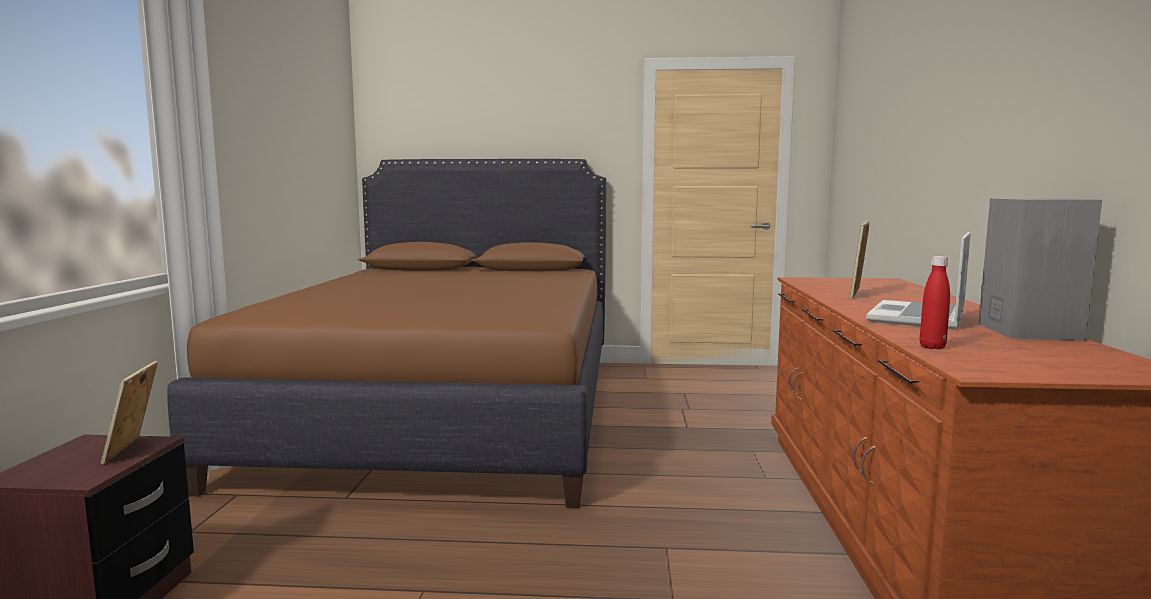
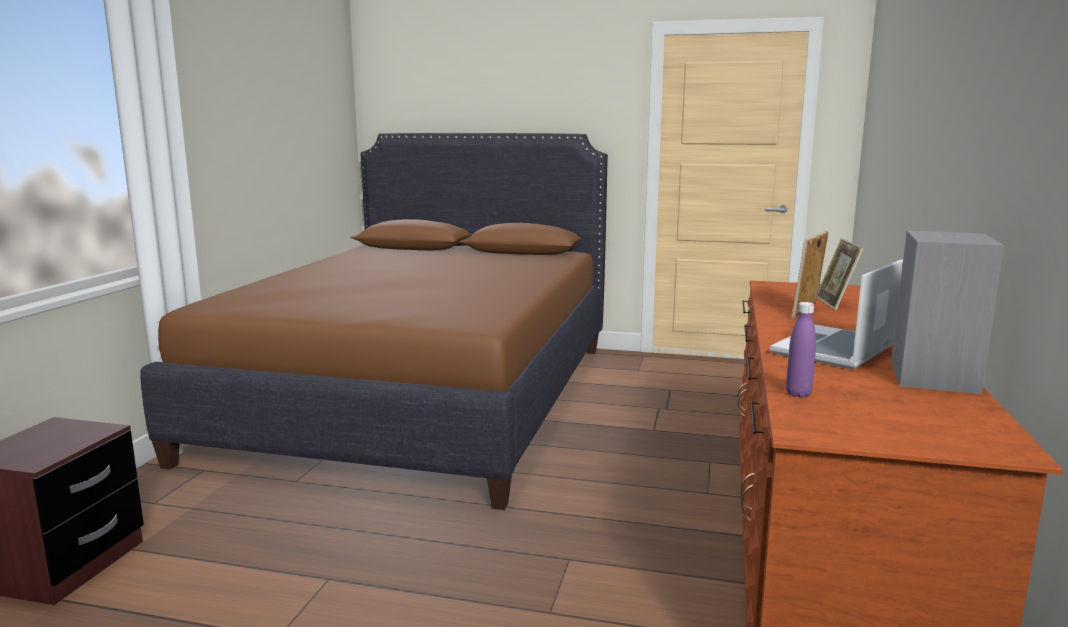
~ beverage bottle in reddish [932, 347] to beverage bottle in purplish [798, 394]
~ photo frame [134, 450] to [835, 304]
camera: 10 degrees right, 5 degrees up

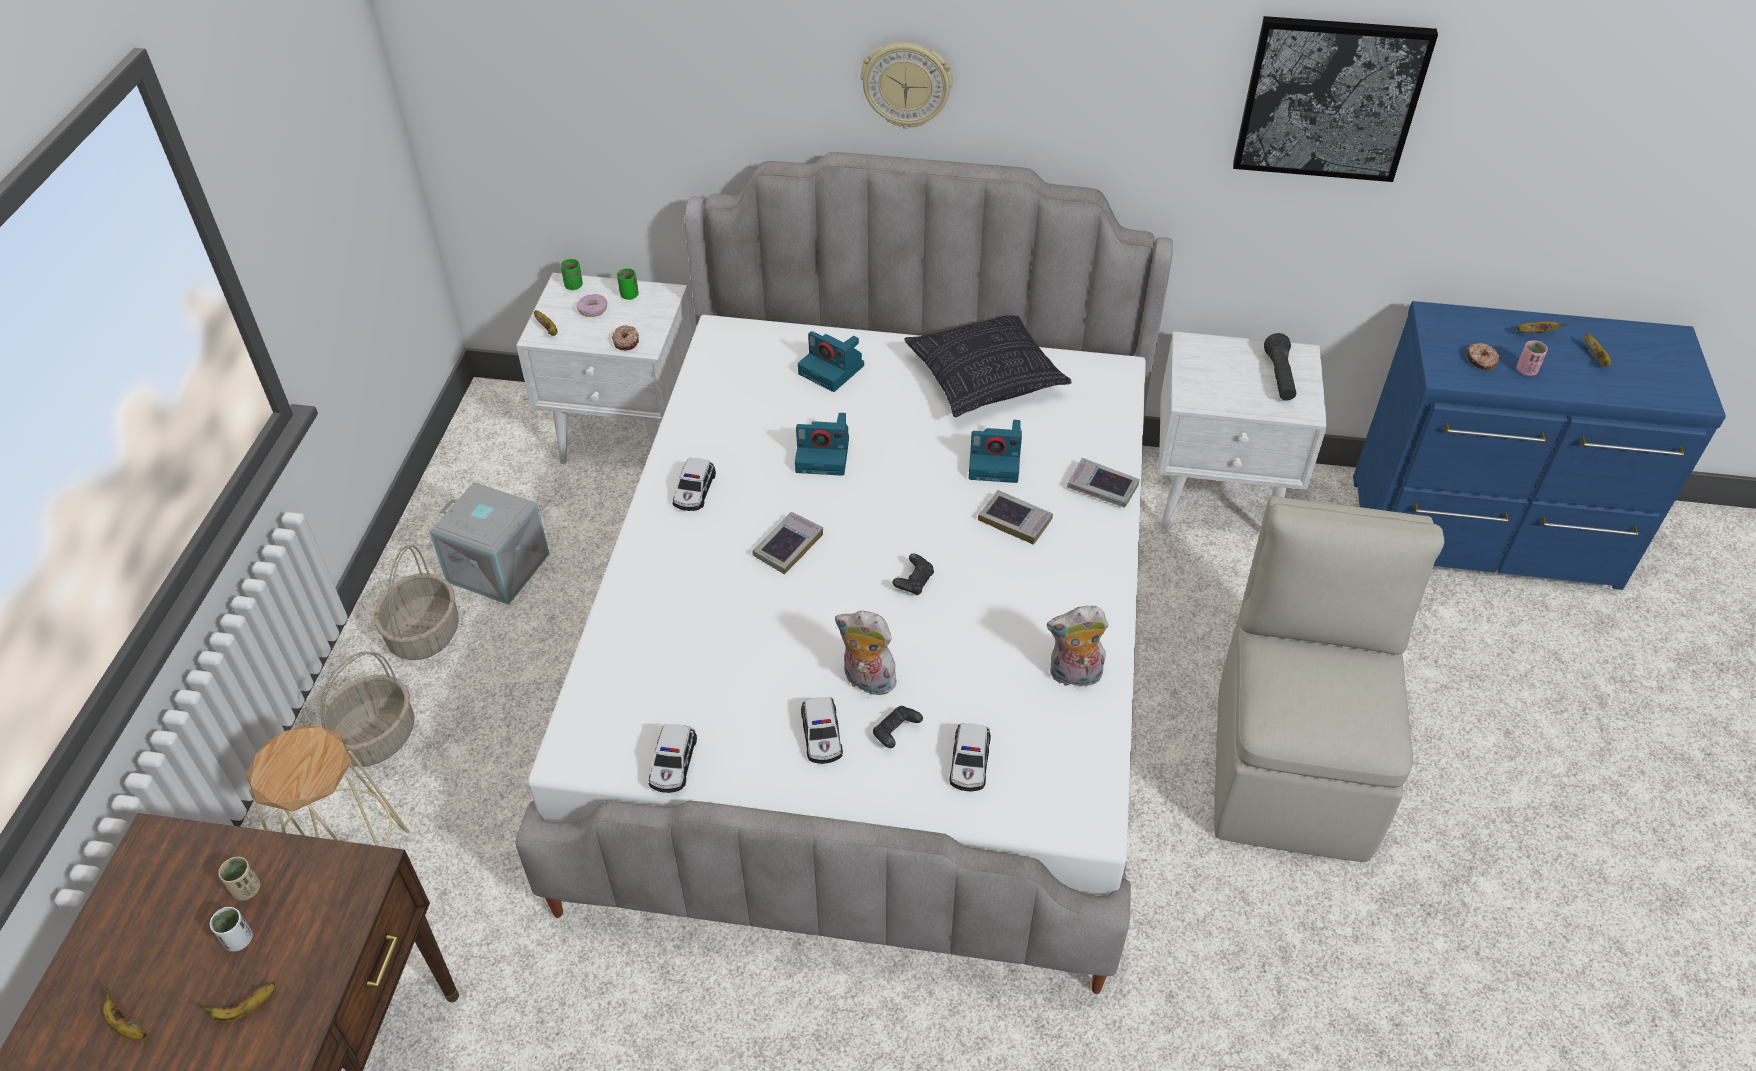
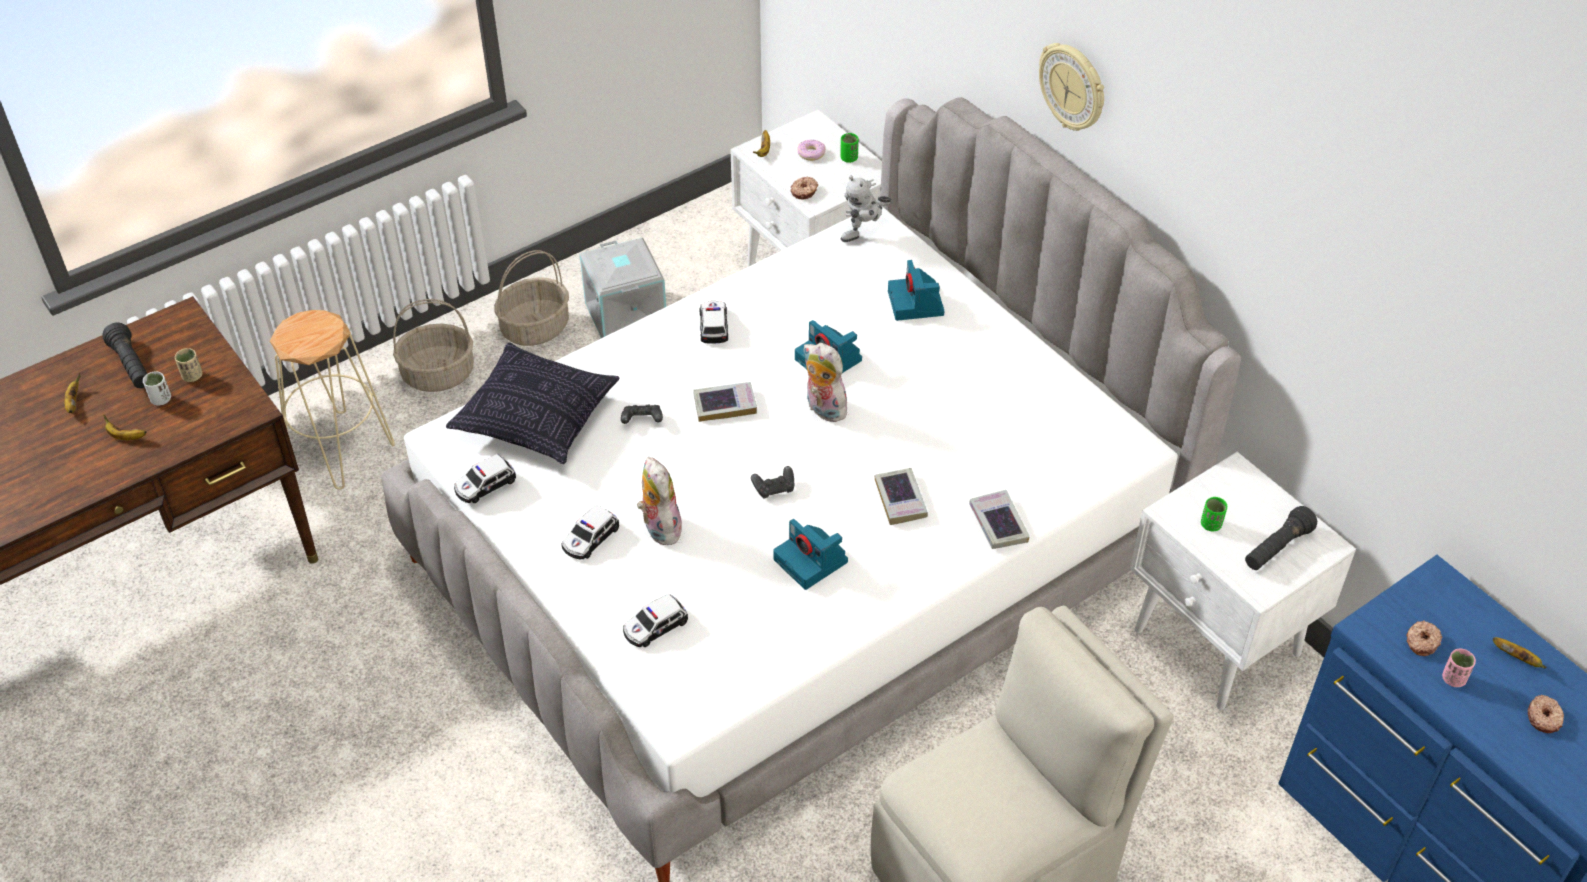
- wall art [1330, 98]
~ drinking cup in green-coloured [574, 286] to [1211, 525]
~ throw pillow [985, 378] to [537, 418]
~ whole banana [1596, 358] to doughnut [1544, 718]
~ still camera [996, 462] to [812, 561]
~ miniature car [694, 491] = [713, 325] 120 degrees clockwise
~ plush toy [1074, 676] to [823, 409]
~ joypad in blackish [895, 733] to [642, 421]
+ toy robot [864, 235]
+ hand torch in blackish [132, 366]
camera: 45 degrees right, 0 degrees up

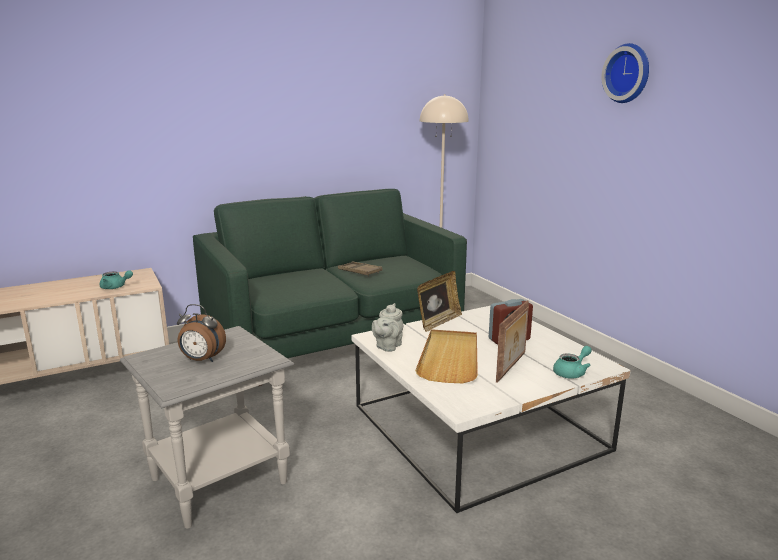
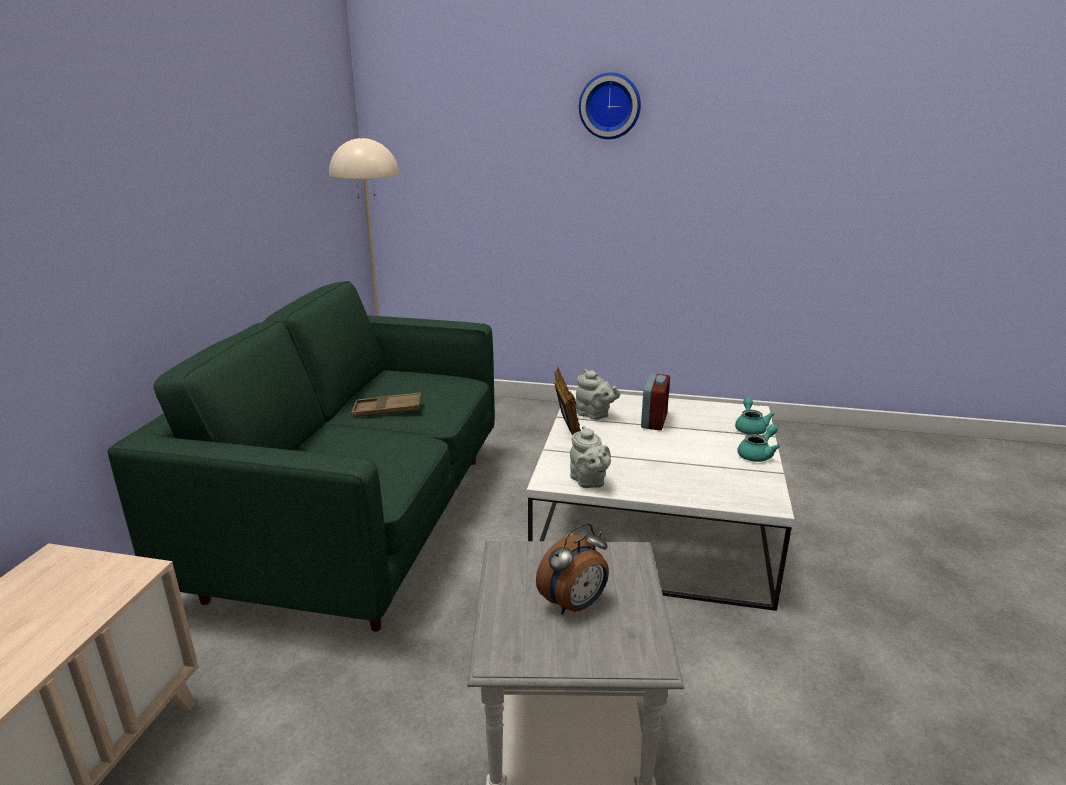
~ teapot in blue-green [115, 287] to [758, 454]
- photo frame [512, 367]
- carrying tray in beige [450, 358]
+ teapot in gray [594, 415]
camera: 50 degrees left, 5 degrees up

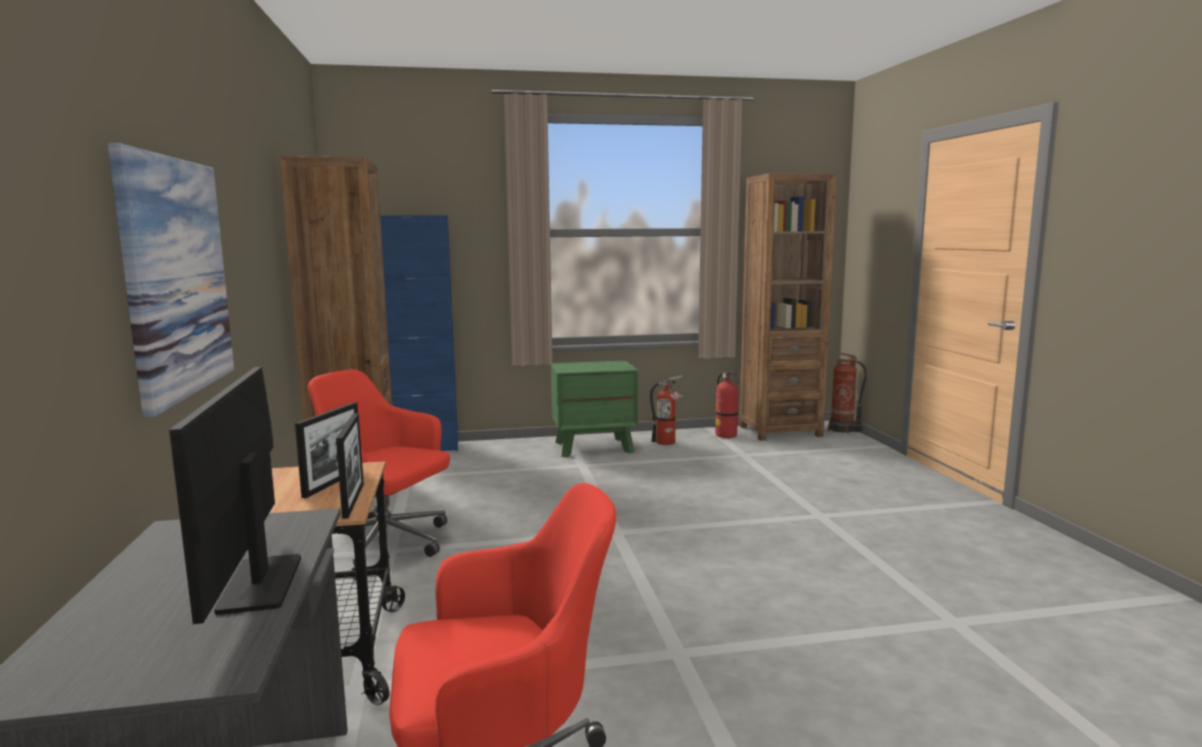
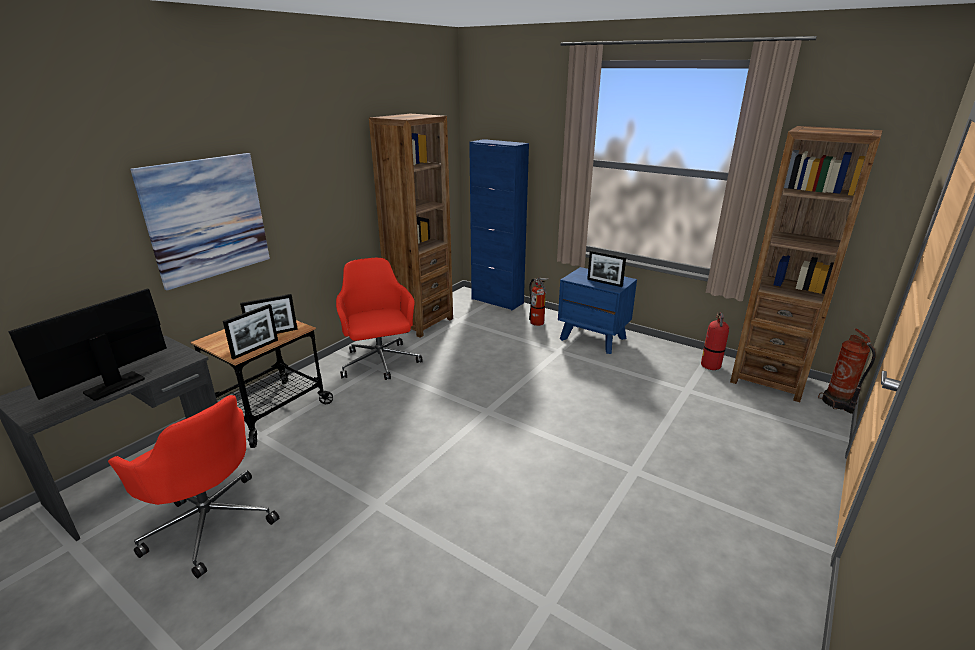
~ bedside table in green-coloured [594, 447] to bedside table in bluish [593, 338]
~ extinguisher [668, 443] to [537, 323]
+ photo frame [604, 283]
camera: 45 degrees right, 15 degrees up

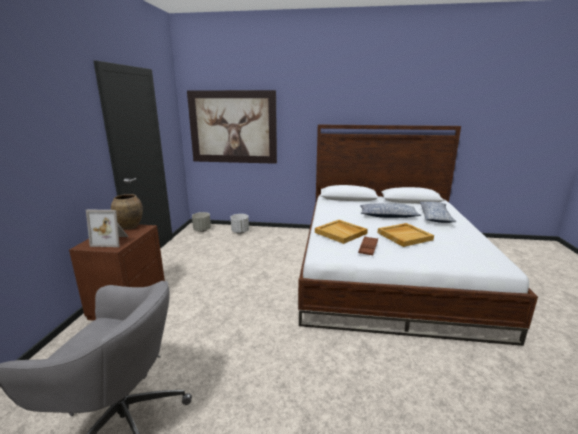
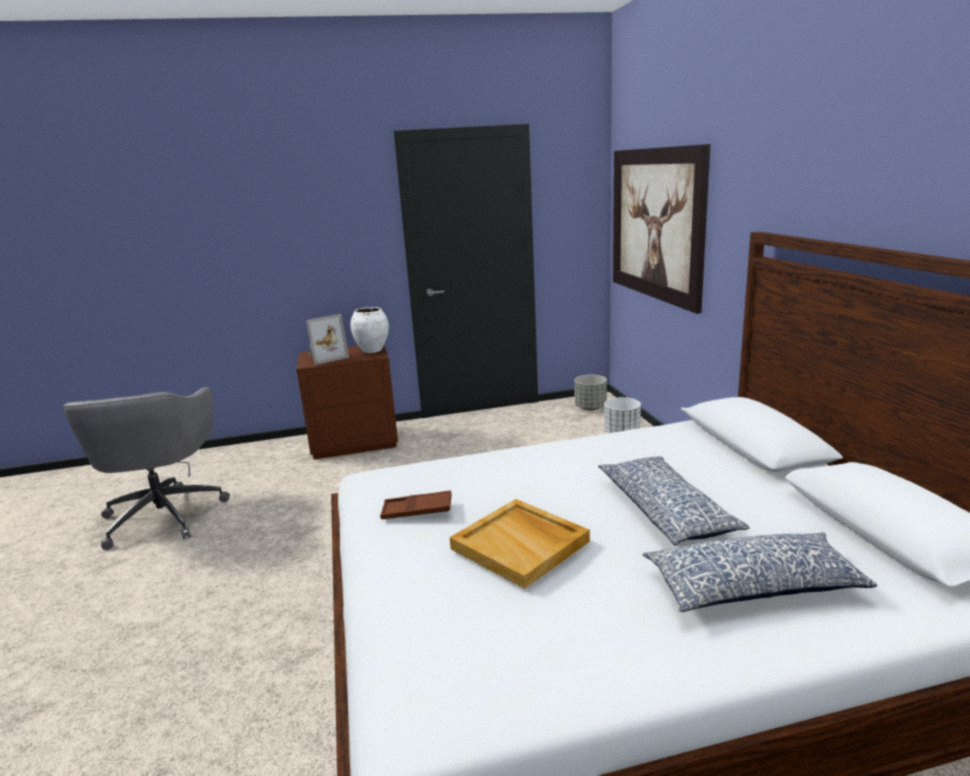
~ vase in brown-coloured [129, 227] to vase in white-coloured [372, 351]
~ photo frame [111, 241] = [326, 357] 105 degrees counterclockwise
- carrying tray in beige [341, 233]
camera: 70 degrees right, 0 degrees up

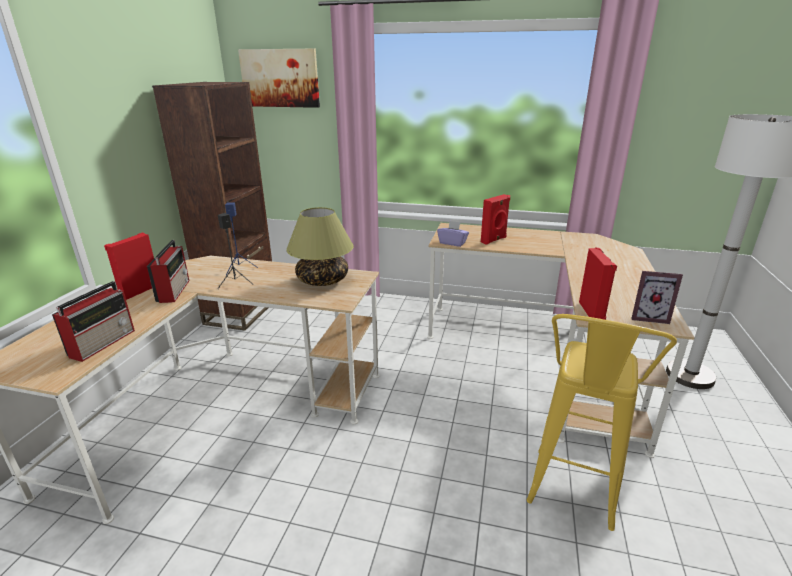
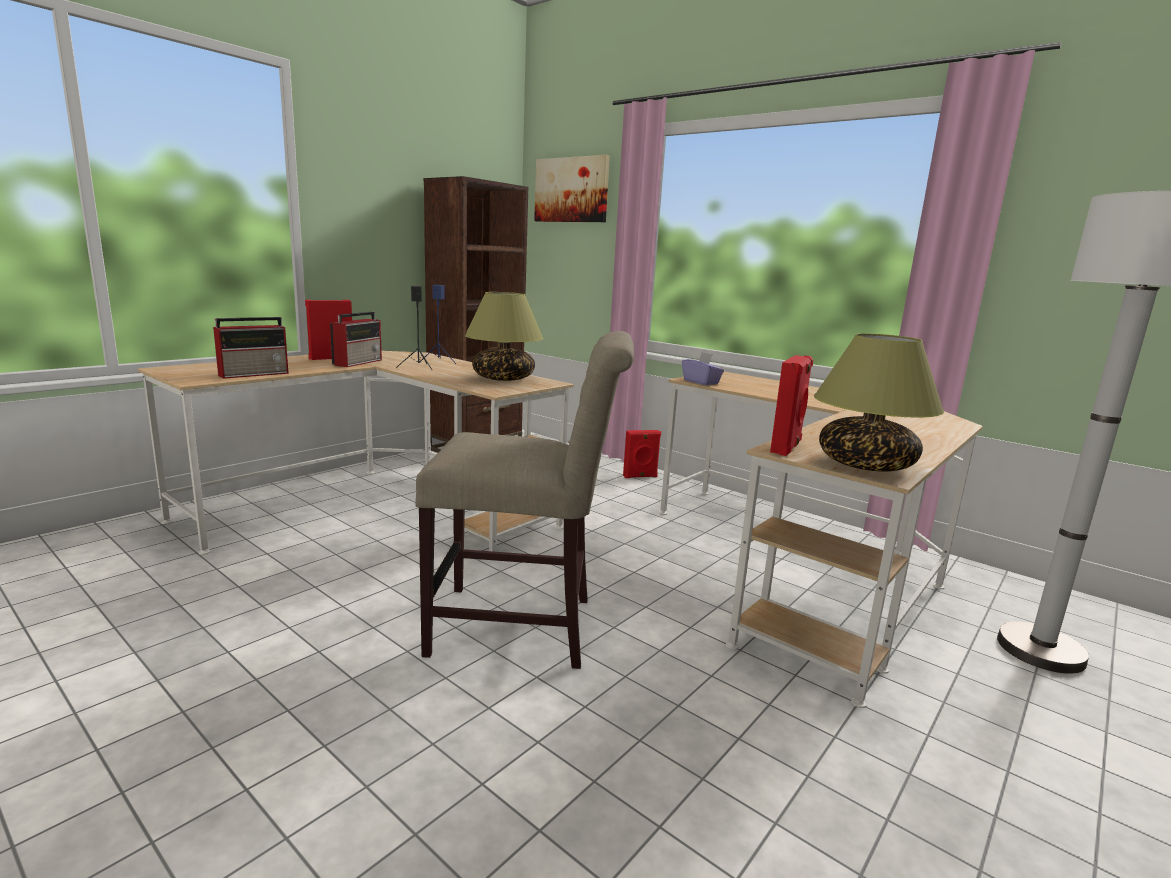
~ speaker in reddish [494, 240] to [640, 476]
~ photo frame [648, 317] to tabletop lamp [866, 464]
- stool seat in yellow [570, 500]
+ upright chair in beige [523, 627]
camera: 25 degrees right, 10 degrees down

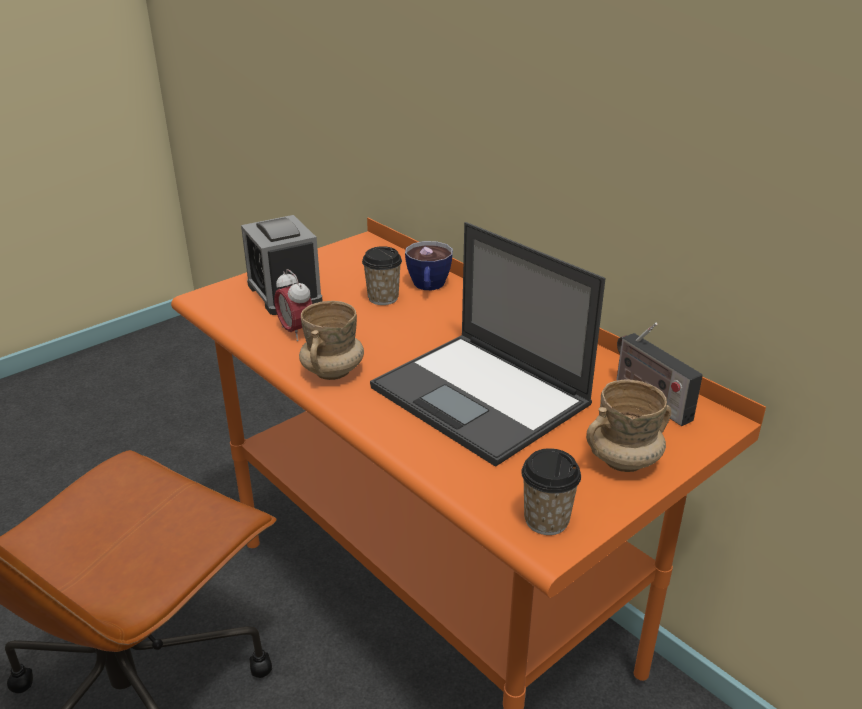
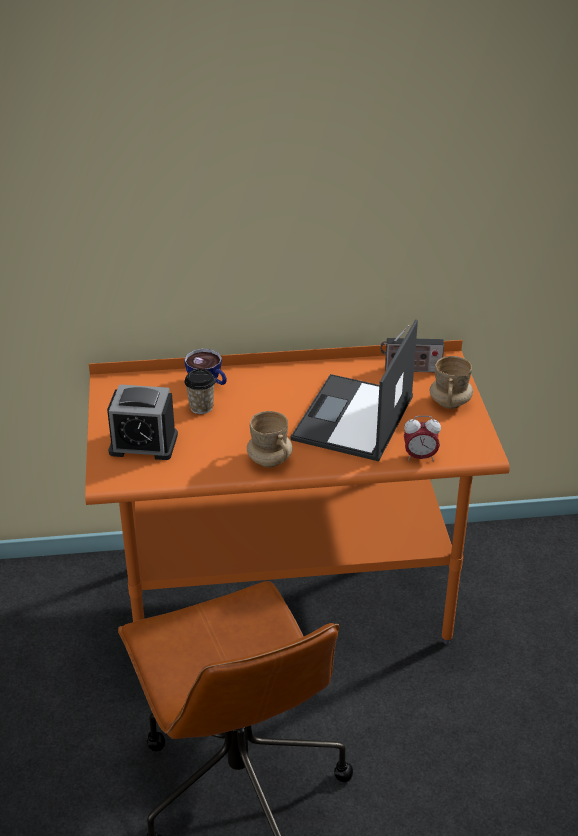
~ laptop [482, 397] = [353, 419] 120 degrees clockwise
~ bedside clock [296, 332] to [420, 457]
- drinking cup [546, 520]
camera: 55 degrees left, 5 degrees up

